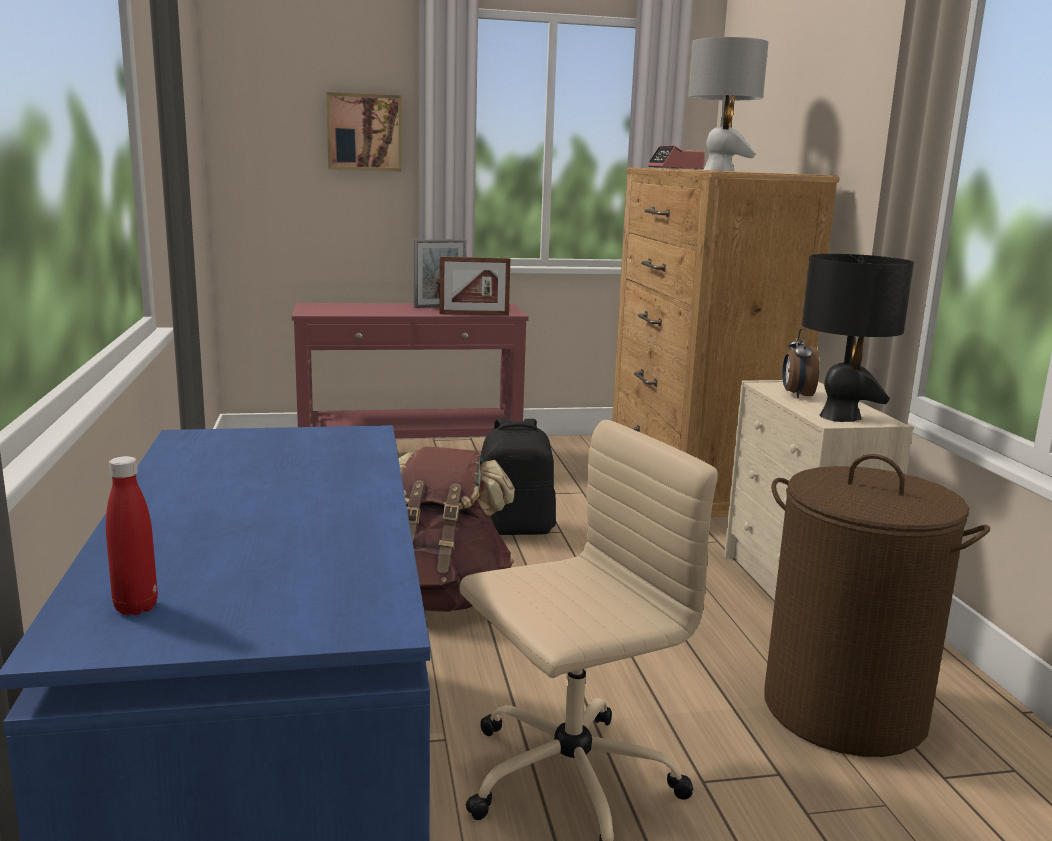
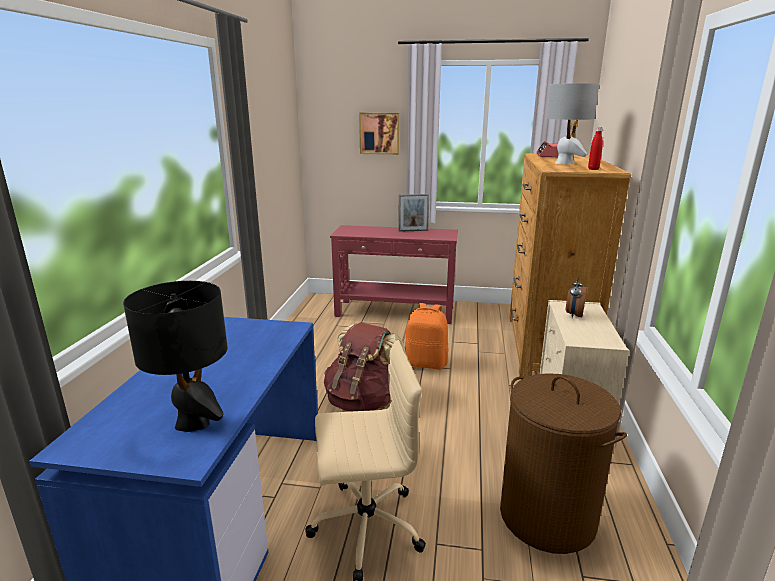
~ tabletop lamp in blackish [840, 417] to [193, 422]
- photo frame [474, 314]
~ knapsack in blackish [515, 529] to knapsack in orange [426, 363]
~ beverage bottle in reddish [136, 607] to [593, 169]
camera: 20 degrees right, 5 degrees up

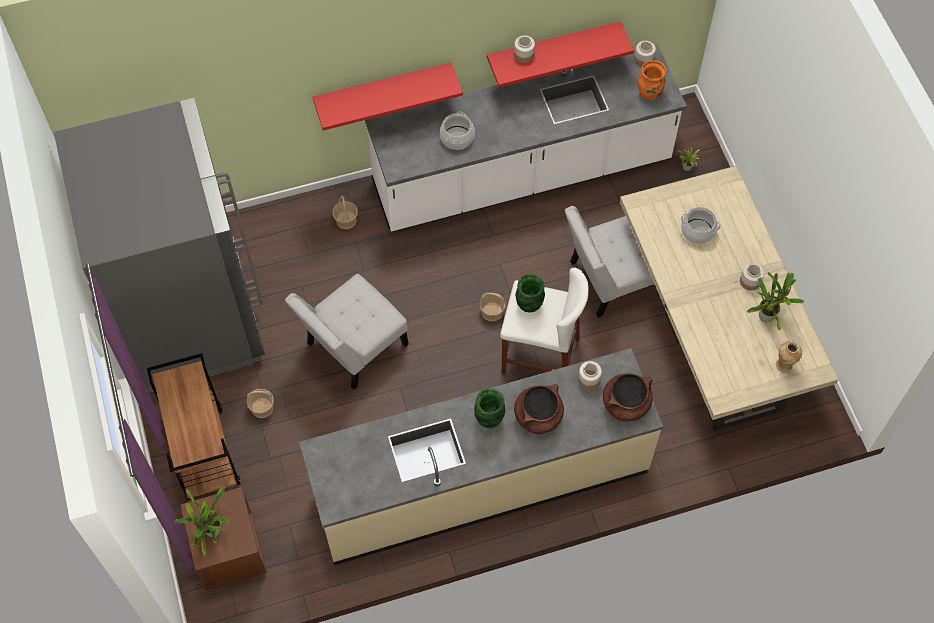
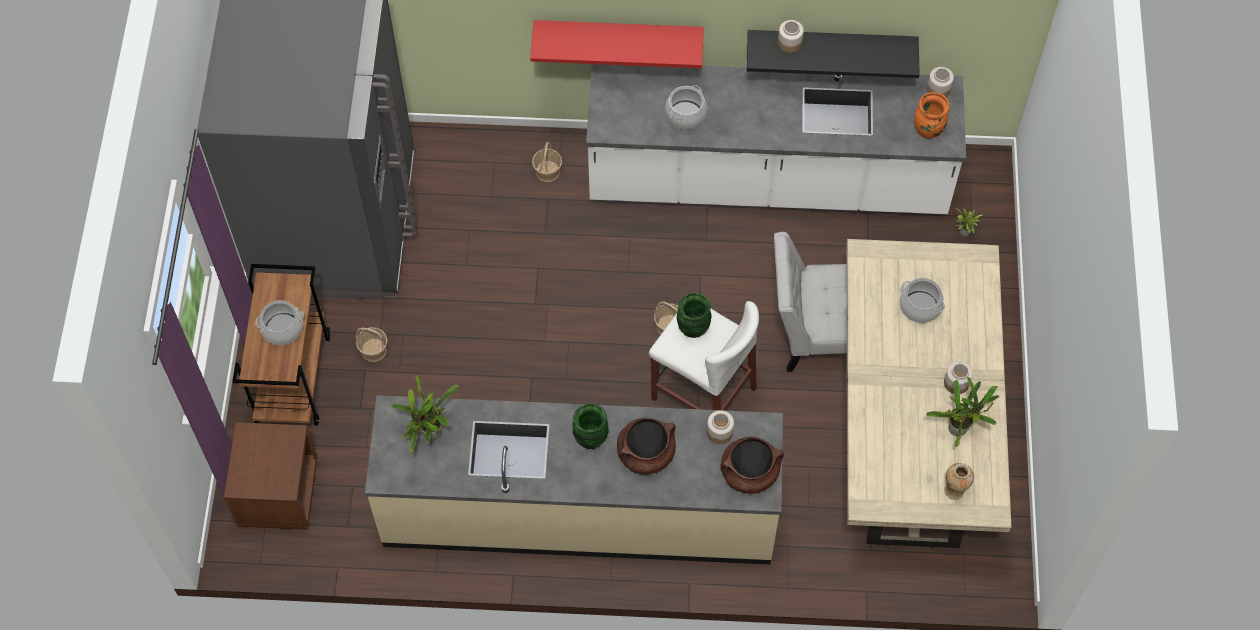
~ bracket shelf in reddish [553, 47] to bracket shelf in blackish [831, 44]
- upright chair in white-coloured [352, 347]
~ houseplant [212, 532] to [430, 434]
+ saucepot [282, 328]
camera: 20 degrees right, 0 degrees up

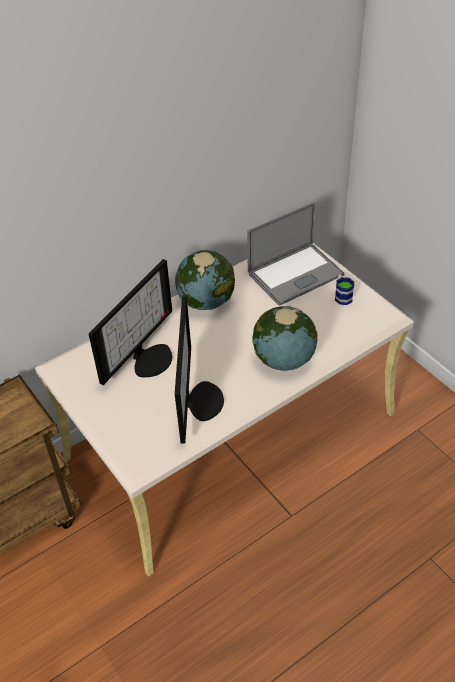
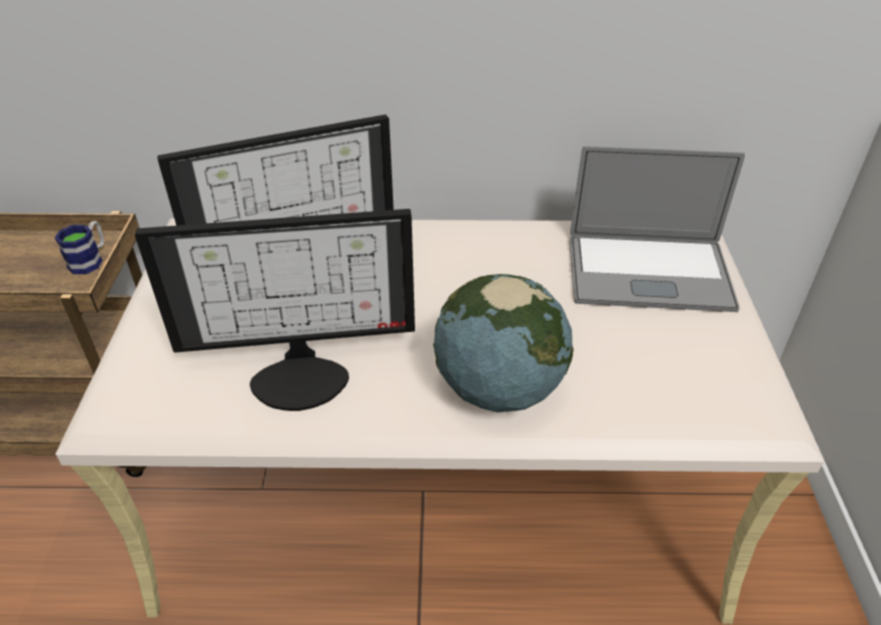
- globe [206, 301]
~ tea mug [342, 296] to [90, 260]
~ computer screen [199, 400] = [301, 374] 45 degrees clockwise
camera: 35 degrees right, 5 degrees down

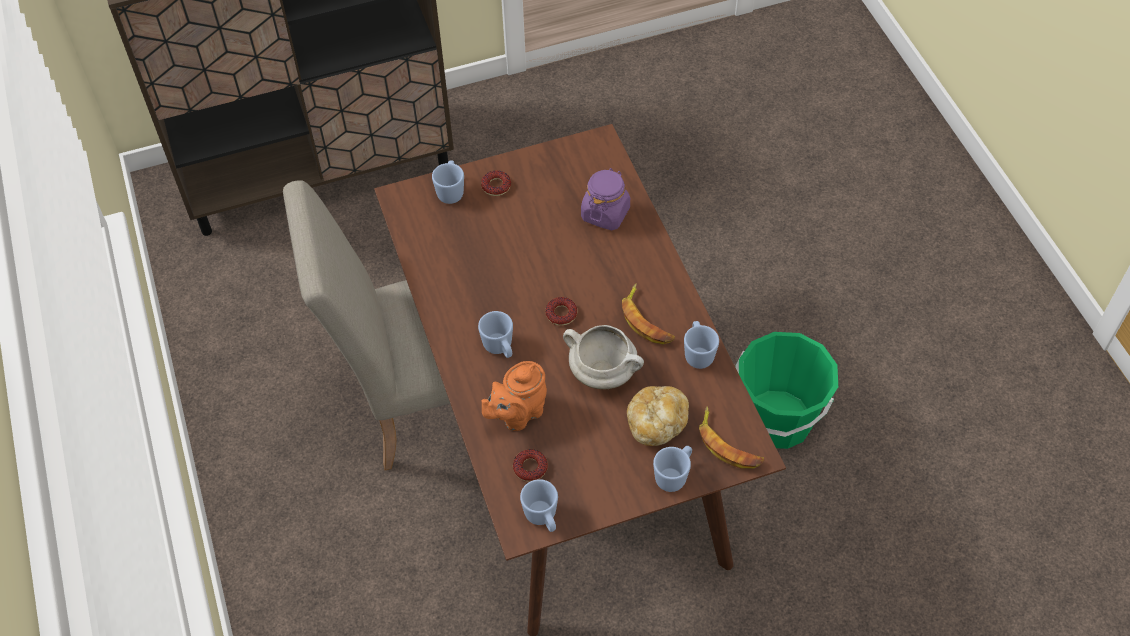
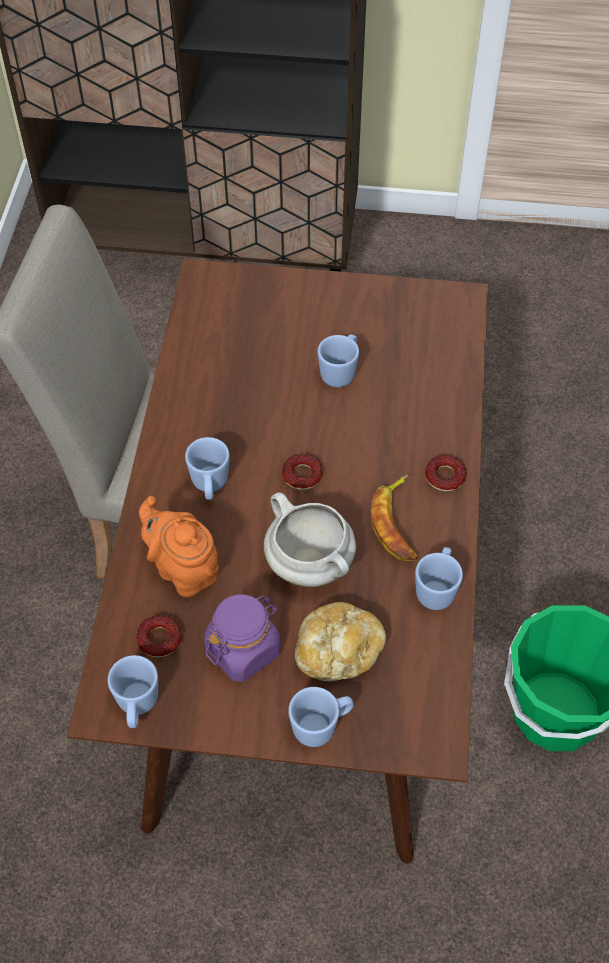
~ tea mug in bluish [451, 191] to [340, 372]
~ storage jar in purplish [605, 213] to [243, 650]
~ doughnut [496, 186] to [445, 476]
~ teapot in orange [517, 414] = [183, 569] 60 degrees clockwise
- whole banana [728, 445]
camera: 25 degrees right, 0 degrees up

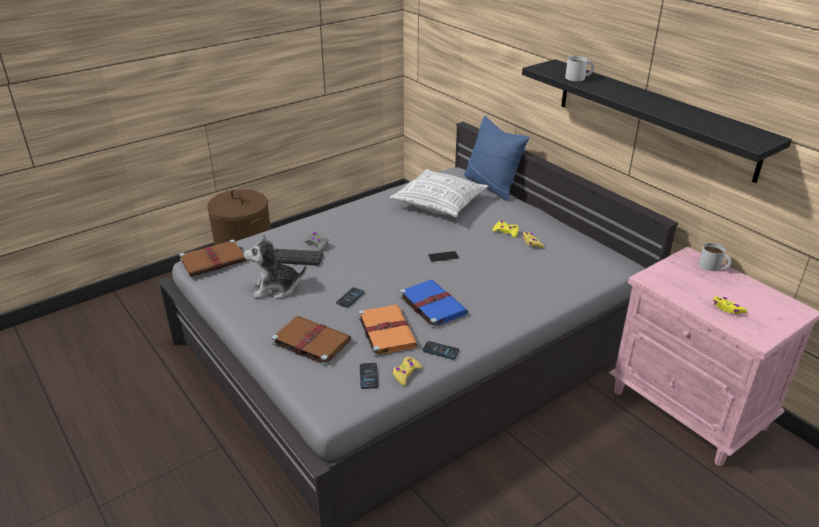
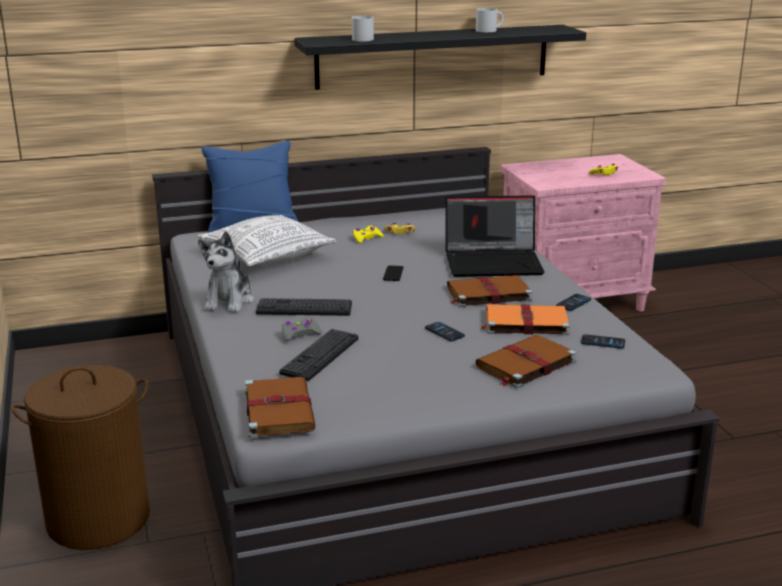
~ plush toy [276, 288] to [229, 301]
~ tea mug in white-coloured [713, 267] to [489, 30]
~ book in bluish [431, 304] to book in brown-coloured [487, 294]
- joypad in yellow [406, 373]
+ laptop [494, 262]
+ computer keyboard [304, 308]
camera: 70 degrees left, 10 degrees down

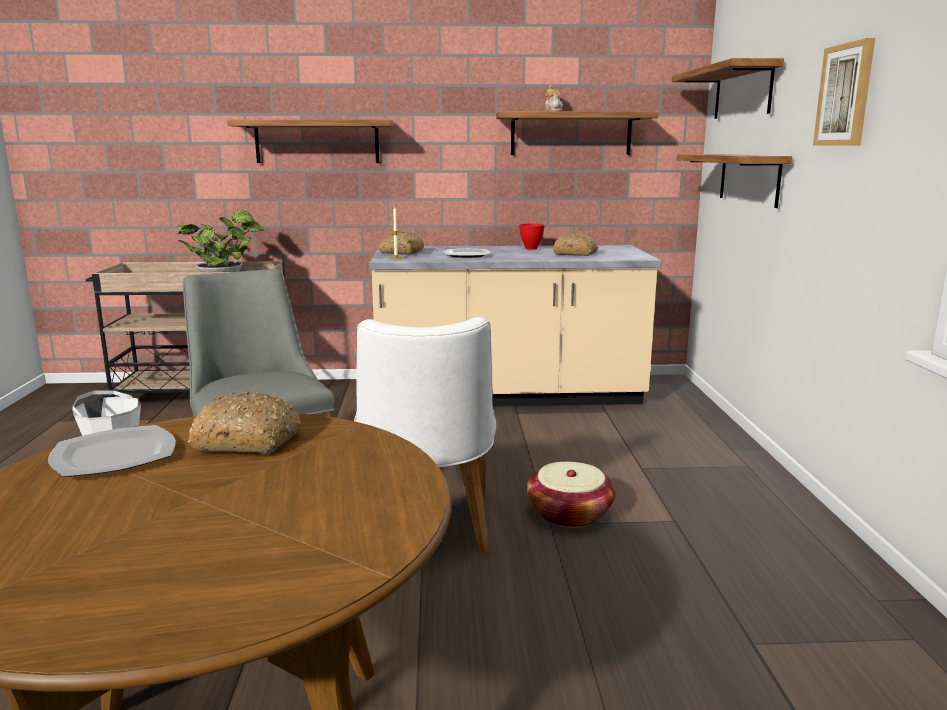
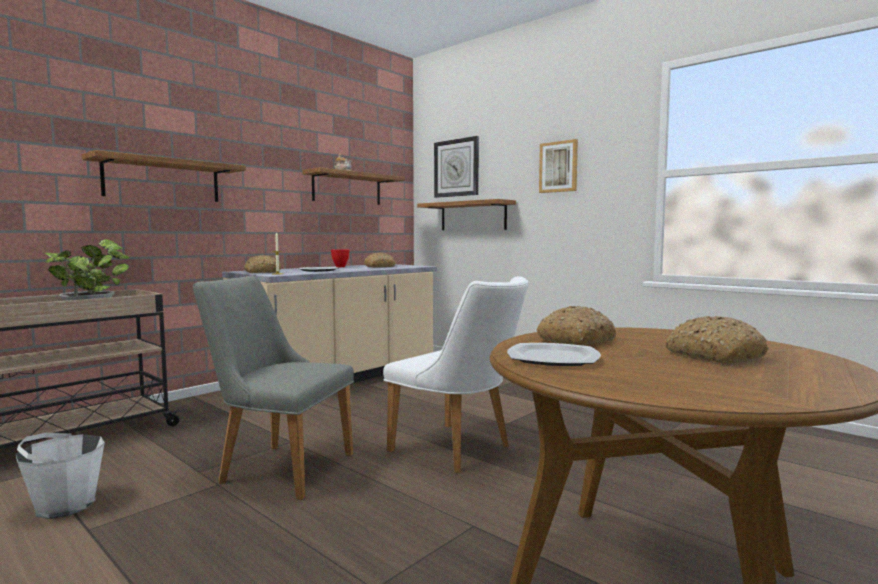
~ bracket shelf [742, 92] to hanging clock [456, 168]
- basket [569, 514]
+ bread [713, 356]
camera: 45 degrees left, 10 degrees down

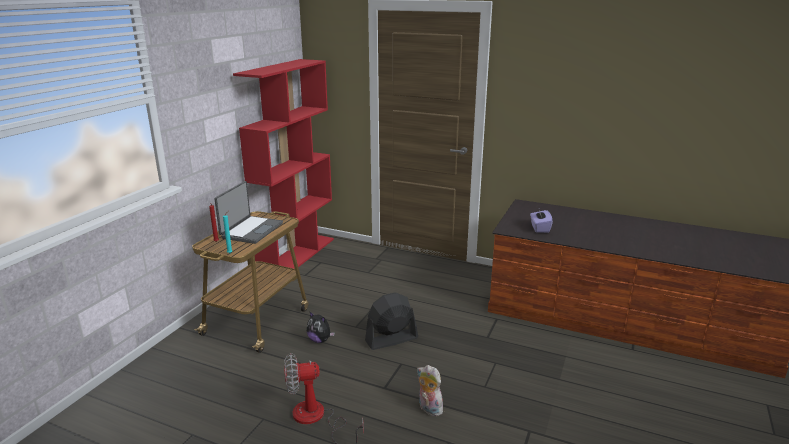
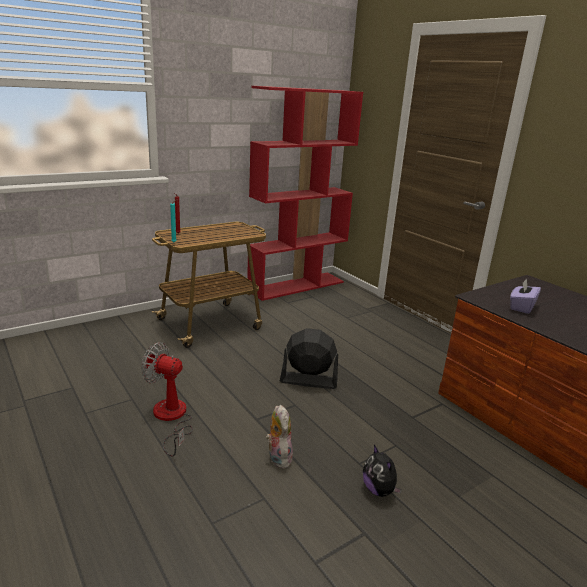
- laptop [251, 230]
~ plush toy [320, 340] to [379, 490]
camera: 30 degrees right, 0 degrees up

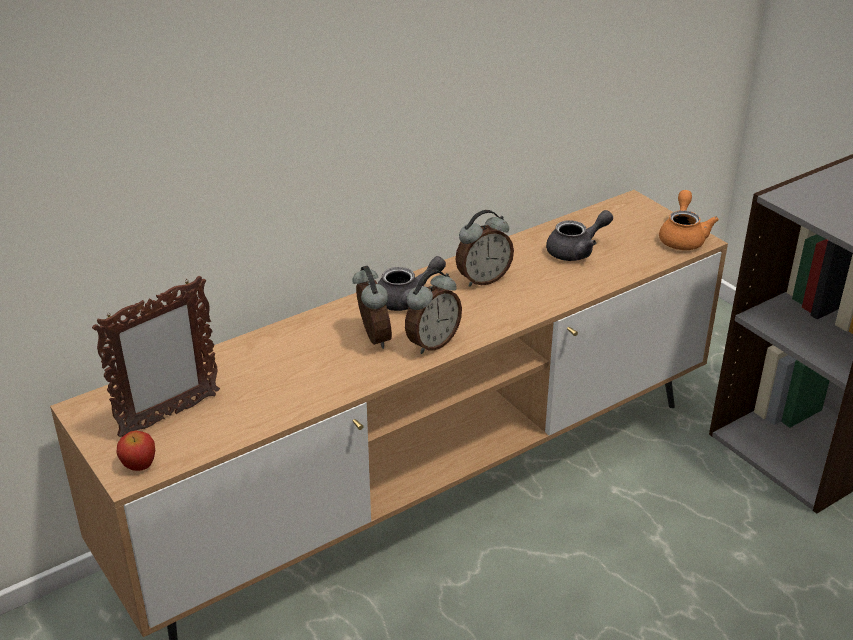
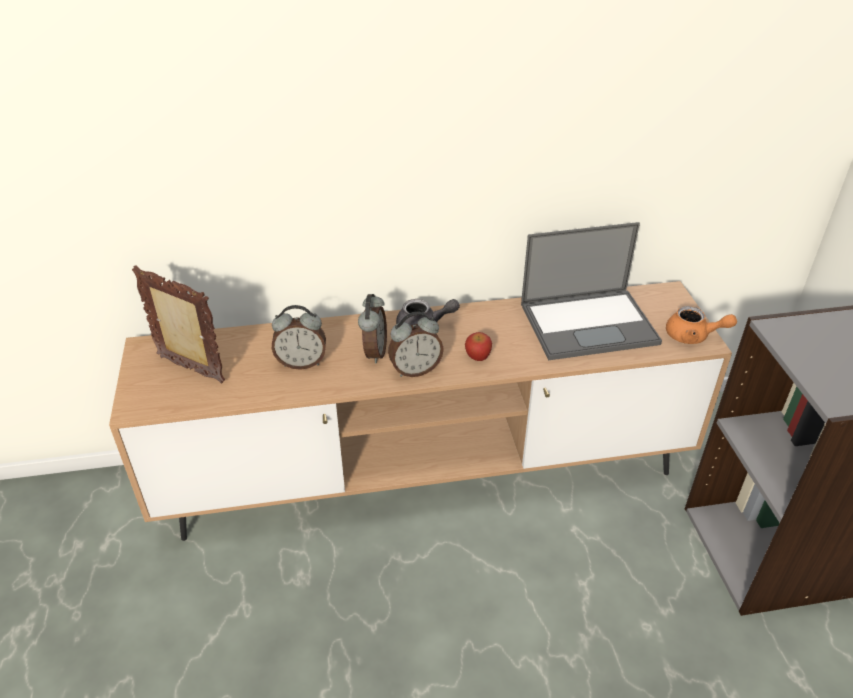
~ teapot in orange [683, 237] = [693, 336] 75 degrees clockwise
~ bedside clock [482, 279] to [301, 363]
~ teapot in gray [576, 251] to laptop [589, 323]
~ photo frame [169, 416] = [191, 370] 135 degrees counterclockwise
~ whole apple [139, 464] to [477, 356]
camera: 25 degrees right, 5 degrees up

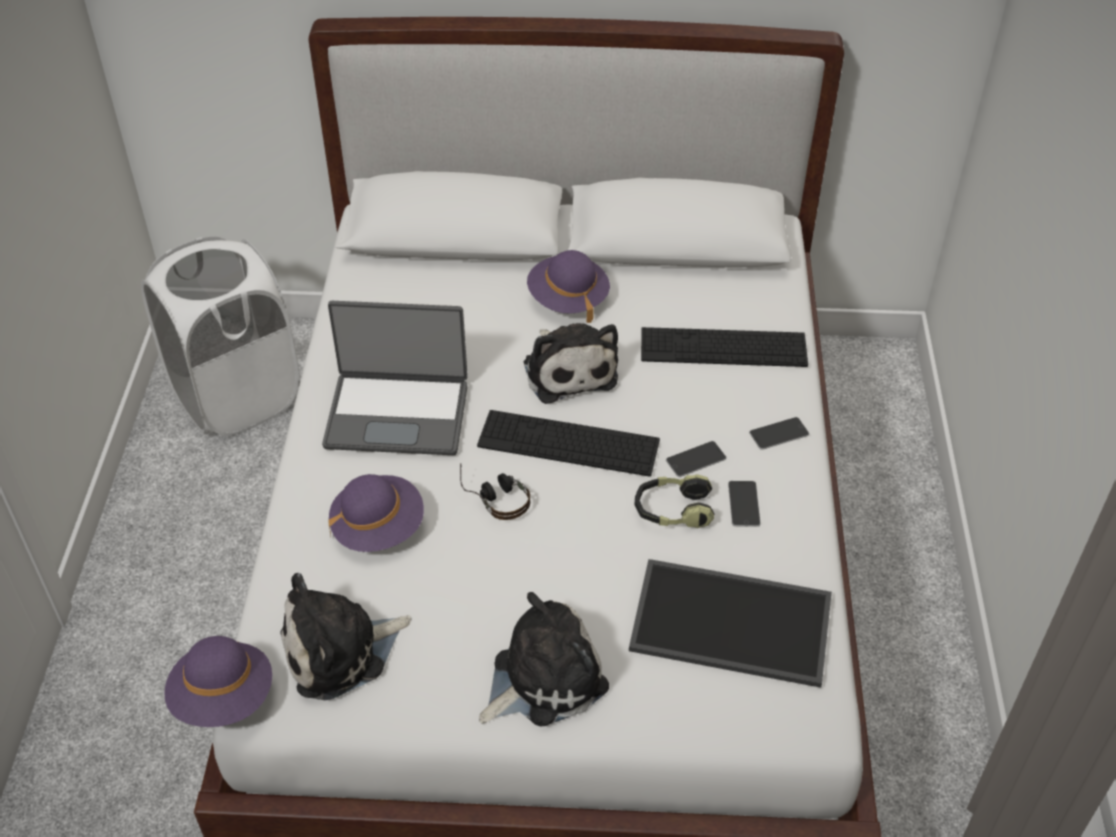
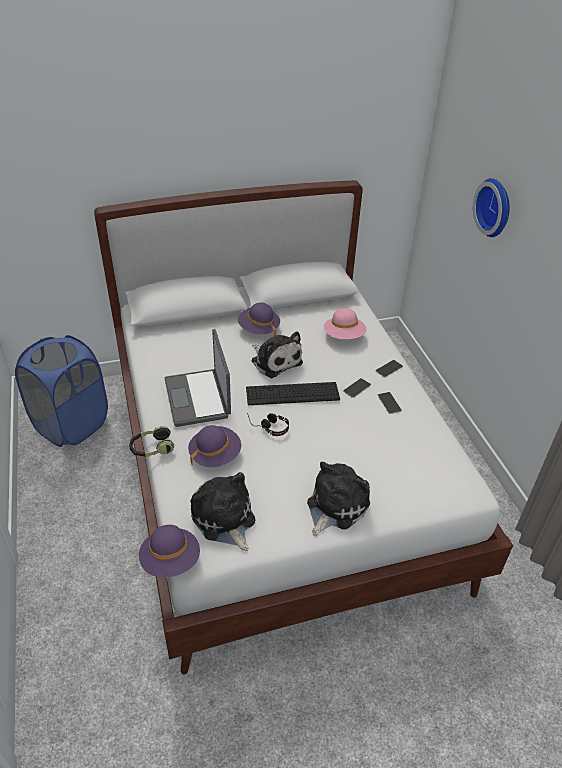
~ laundry basket in white-coloured [237, 397] to laundry basket in bluish [72, 424]
~ laptop [398, 413] = [198, 398] 90 degrees clockwise
~ computer keyboard [723, 347] to wearable hat in pinkish [344, 336]
~ headset [673, 511] to [152, 448]
- carrying tray [728, 625]
~ plush toy [340, 650] = [224, 520] 105 degrees clockwise
+ hanging clock [495, 207]
camera: 20 degrees left, 5 degrees down

